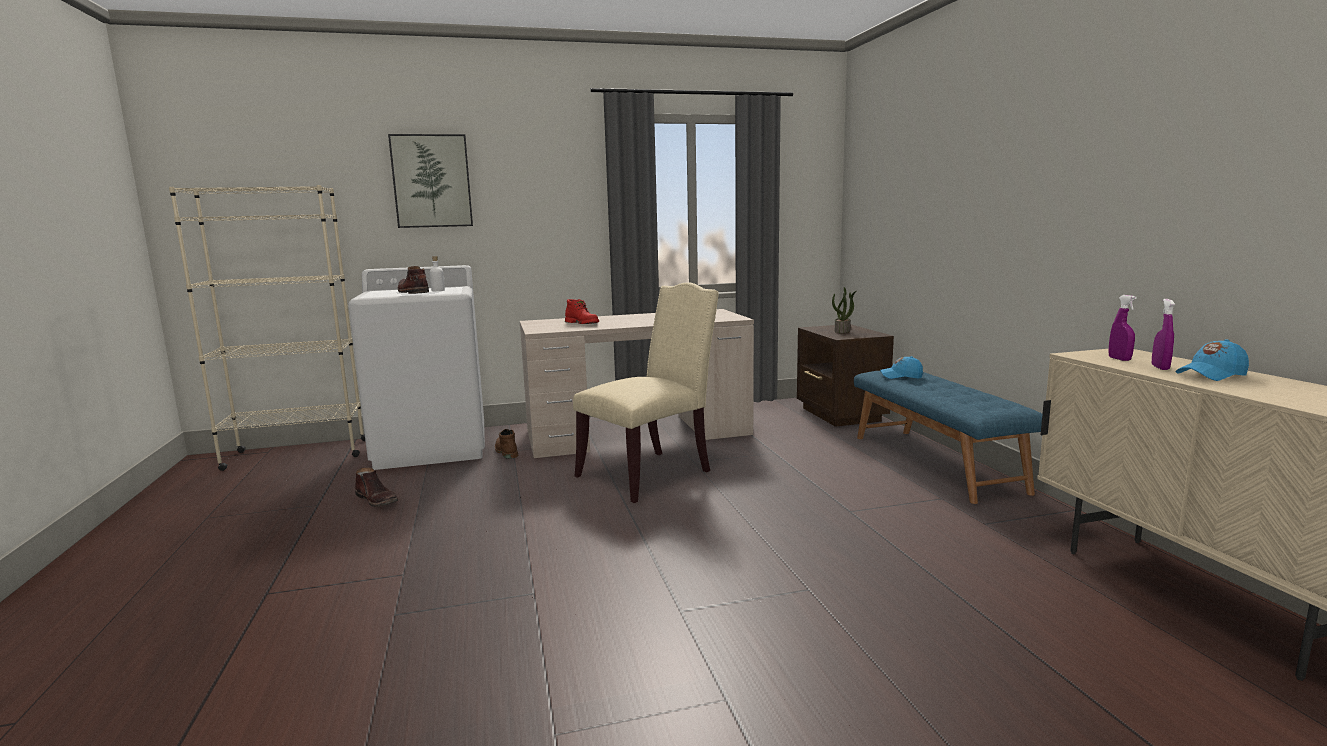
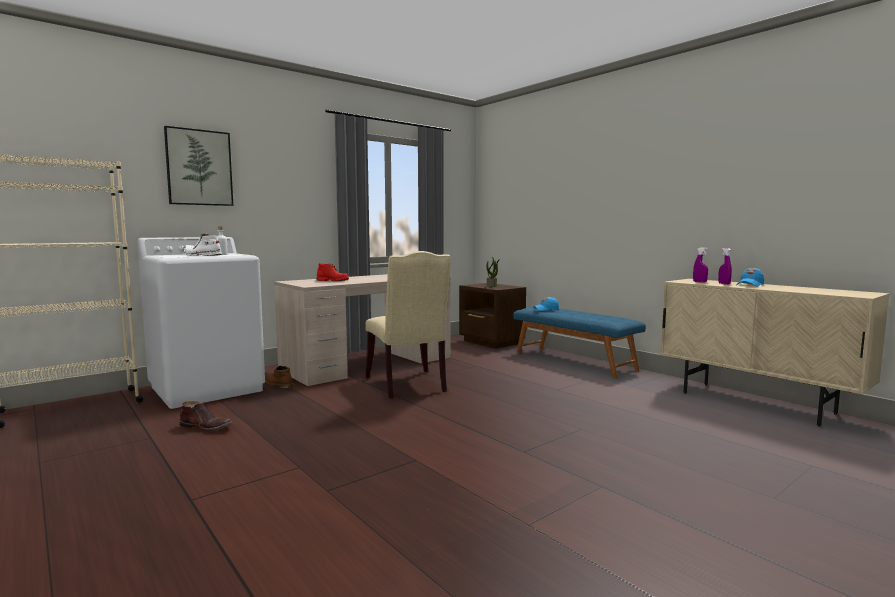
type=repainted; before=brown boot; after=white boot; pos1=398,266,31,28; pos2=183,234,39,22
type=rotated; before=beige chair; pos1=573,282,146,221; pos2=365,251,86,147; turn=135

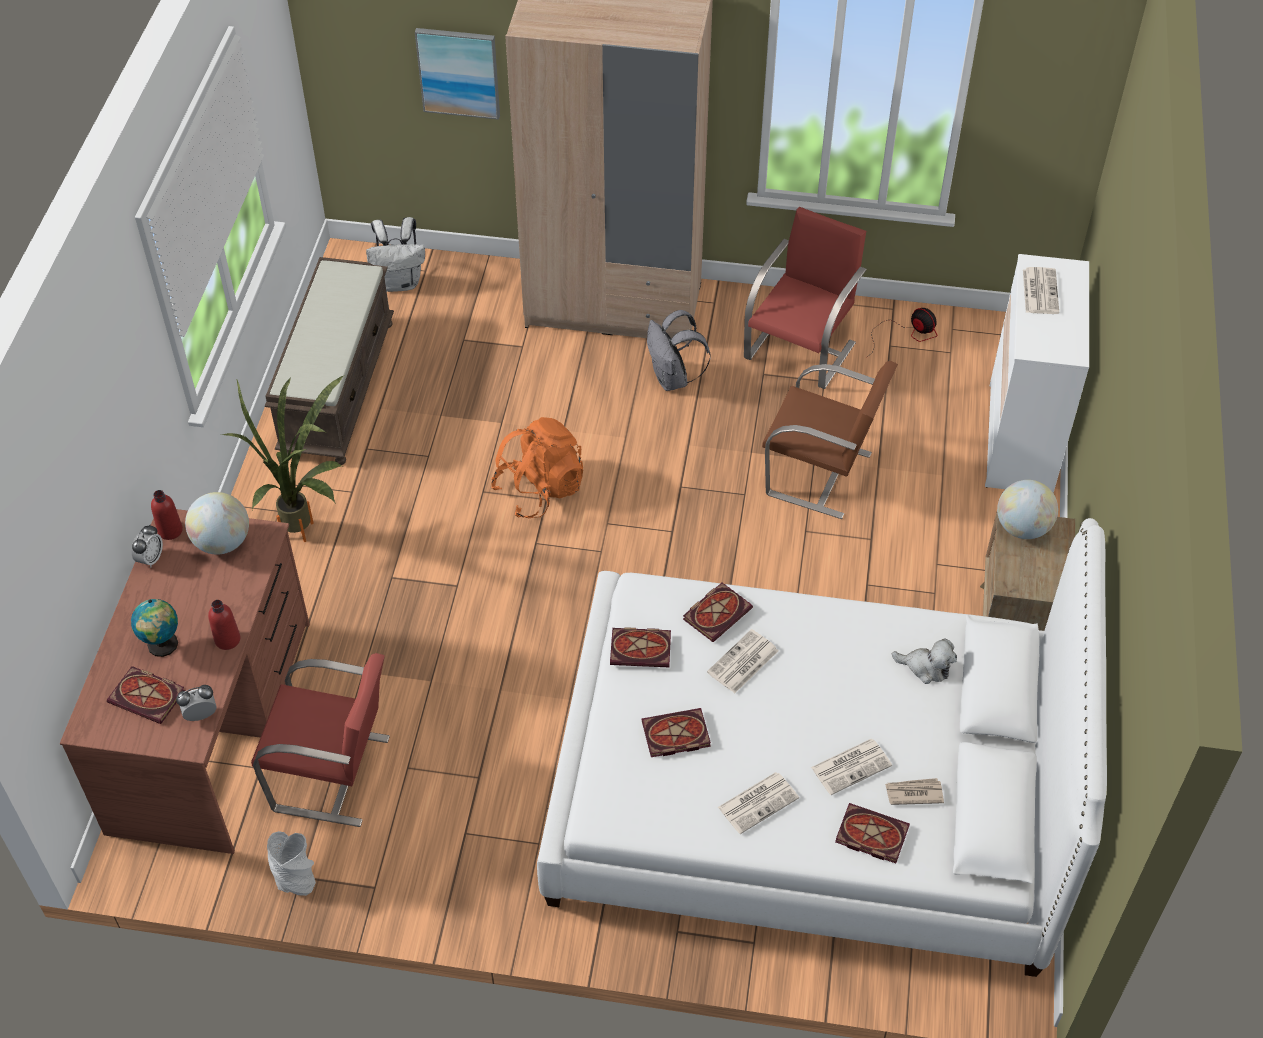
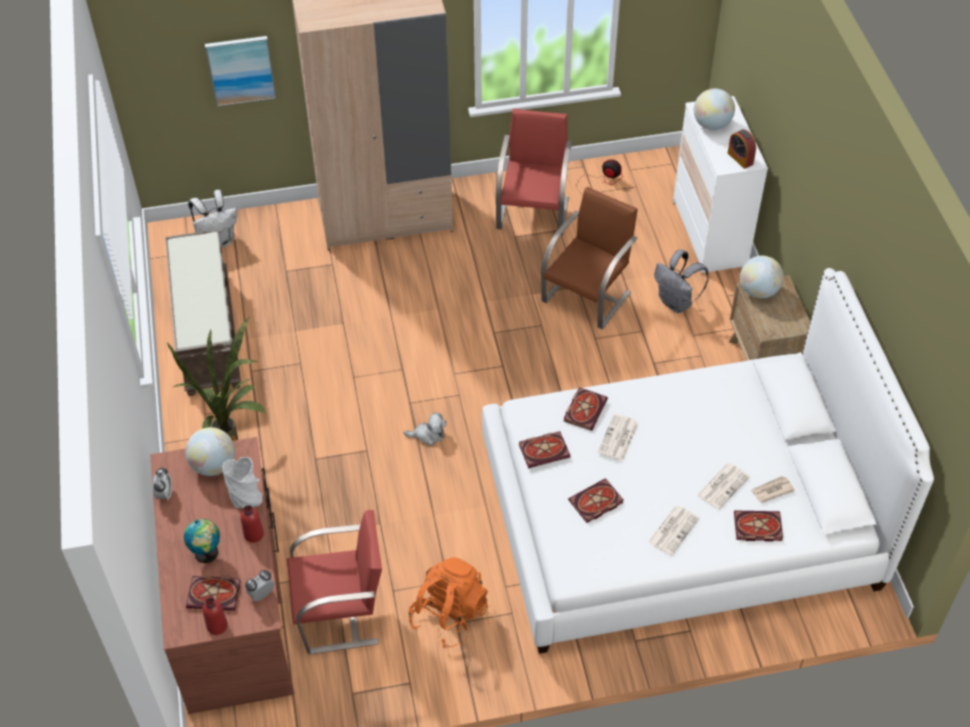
type=shifted; before=red bottle; pos1=151,490,32,50; pos2=202,598,26,37
type=shifted; before=grey vase; pos1=267,831,49,65; pos2=222,457,41,51
type=shifted; before=orange backpack; pos1=491,417,92,101; pos2=409,557,79,91
type=shifted; before=grey backpack; pos1=647,310,63,81; pos2=654,249,55,64
type=rotated; before=brown chair; pos1=762,361,136,158; pos2=541,187,97,142; turn=-60
type=shifted; before=plush toy; pos1=892,638,65,46; pos2=404,412,43,34
type=swapped; before=newspaper; after=globe; pos1=1023,267,36,47; pos2=694,89,41,41
type=new; after=alarm clock; pos2=728,129,28,40

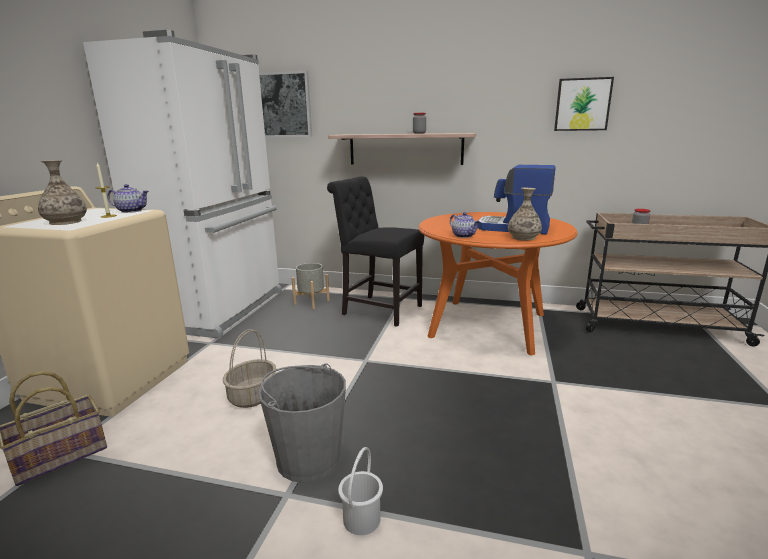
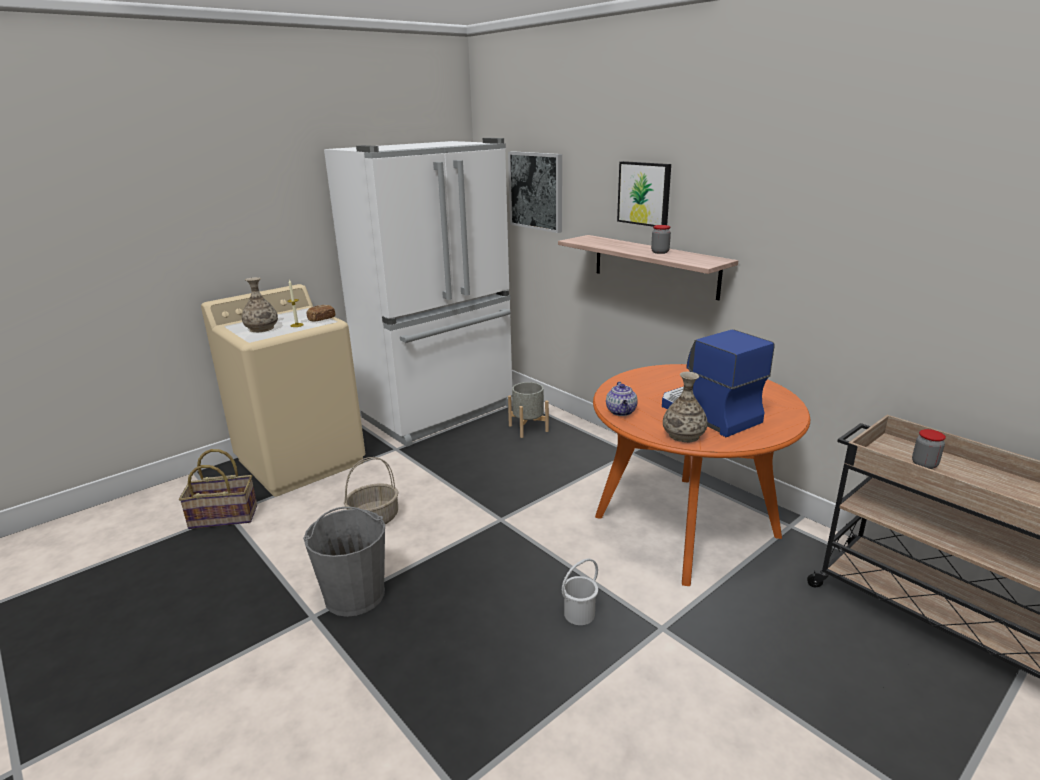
type=swapped; before=teapot; after=bread; pos1=107,184,42,29; pos2=307,305,28,16
type=gone; before=black chair; pos1=327,176,97,151
type=shifted; before=white bucket; pos1=338,447,45,88; pos2=562,559,36,66
type=shifted; before=picture; pos1=554,77,60,54; pos2=617,161,54,66

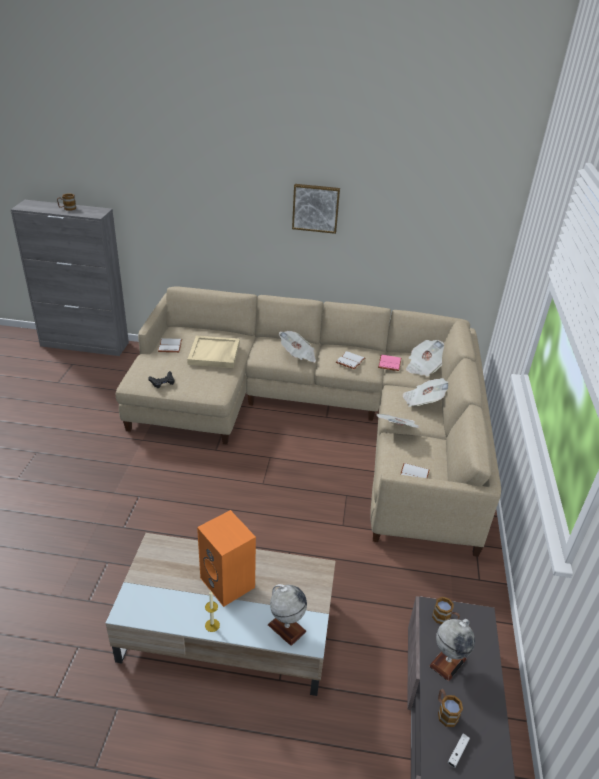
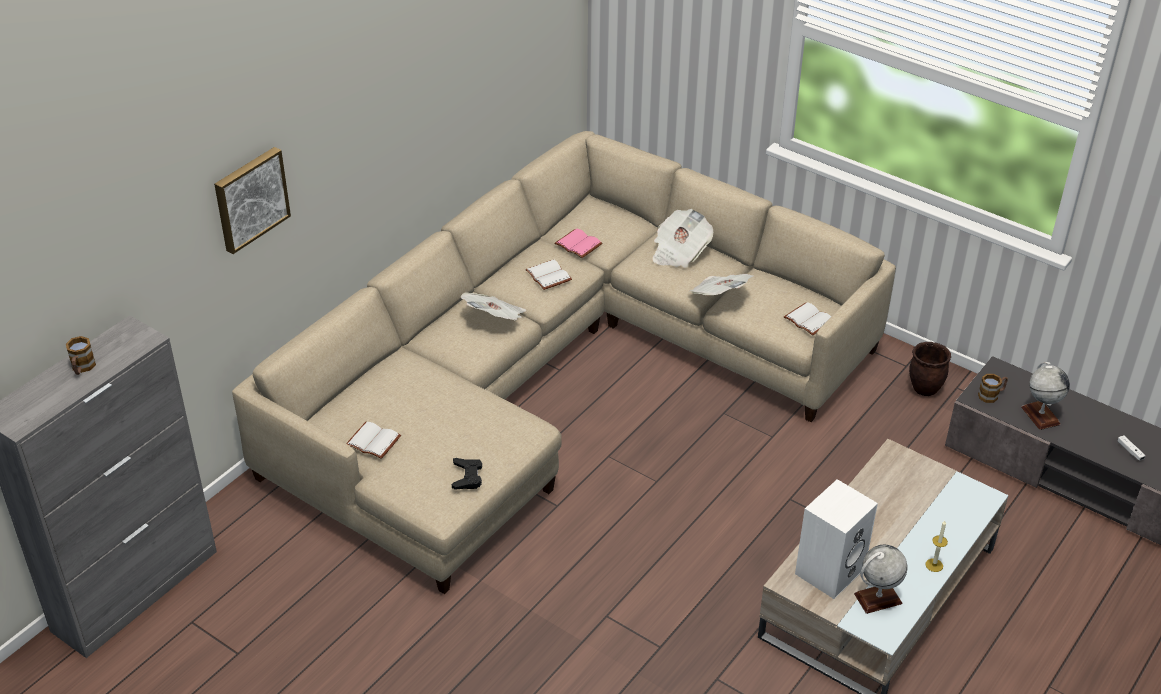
type=gone; before=beige tray; pos1=187,336,53,32
type=gone; before=orange speaker; pos1=197,510,59,97
type=shifted; before=globe; pos1=268,584,39,62; pos2=854,545,54,69
type=shifted; before=picture; pos1=292,184,48,50; pos2=214,147,77,107
type=gone; before=newspaper; pos1=406,340,38,37
type=gone; before=mug; pos1=438,689,25,38
type=new; after=white speaker; pos2=795,479,83,120
type=new; after=brown planter; pos2=909,342,42,54

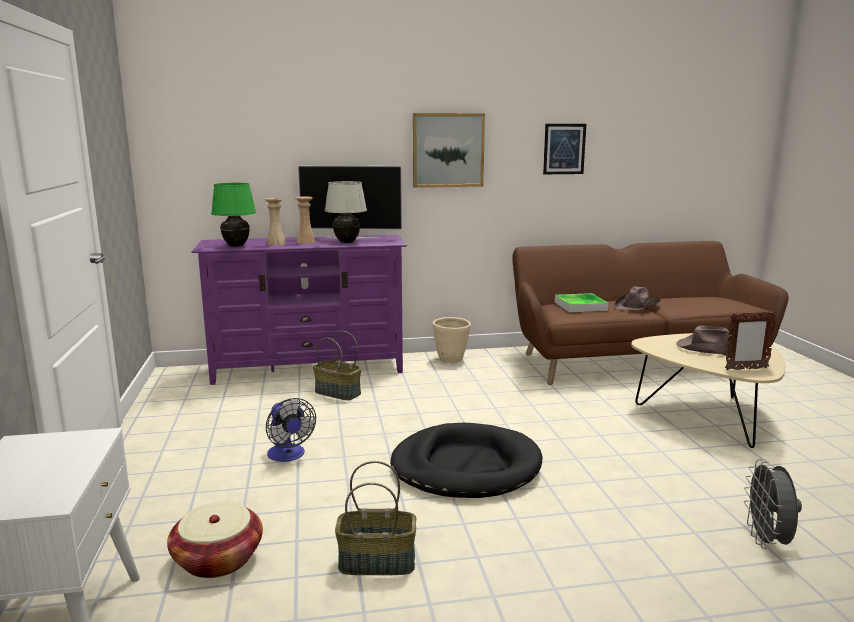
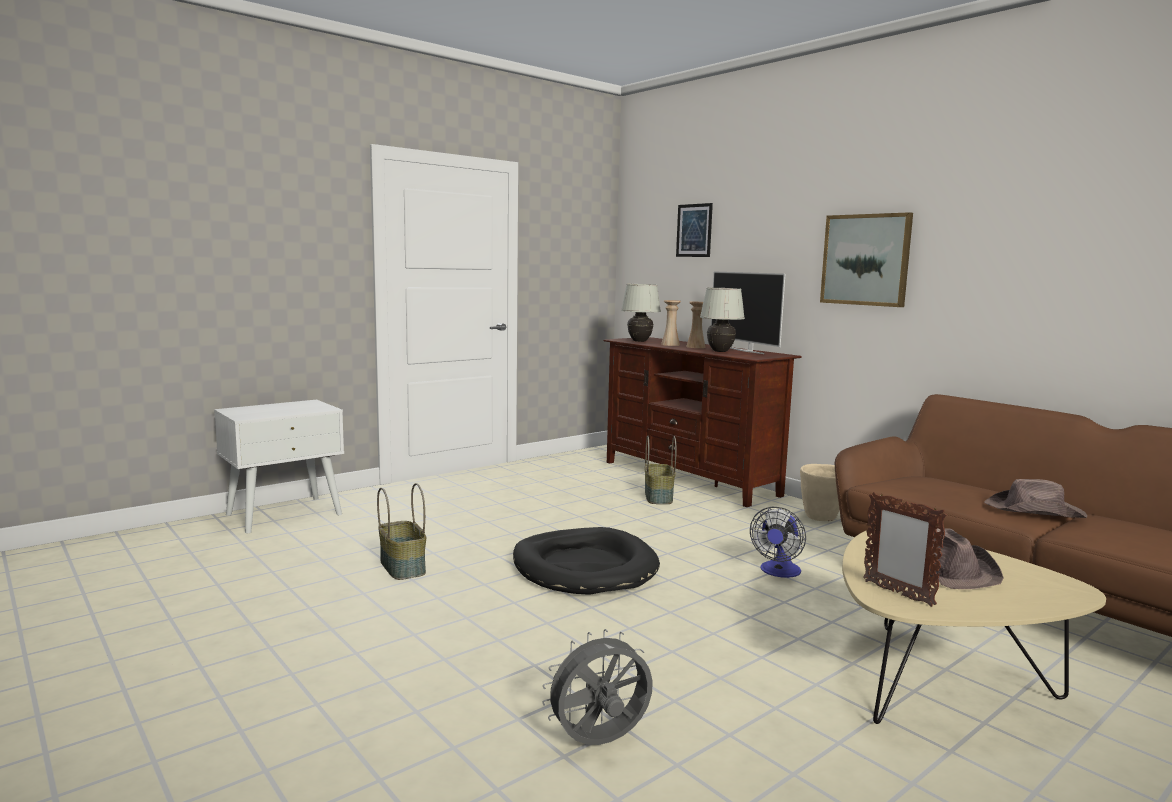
type=gone; before=basket; pos1=167,502,96,76
type=repainted; before=purple tv stand; after=brown tv stand; pos1=191,235,216,150; pos2=603,337,199,170
type=repainted; before=green table lamp; after=white table lamp; pos1=211,183,45,64; pos2=621,284,40,58
type=shifted; before=fan; pos1=266,398,50,64; pos2=750,507,56,71
type=shifted; before=picture; pos1=543,124,43,50; pos2=676,203,37,54
type=gone; before=tray; pos1=555,293,53,20

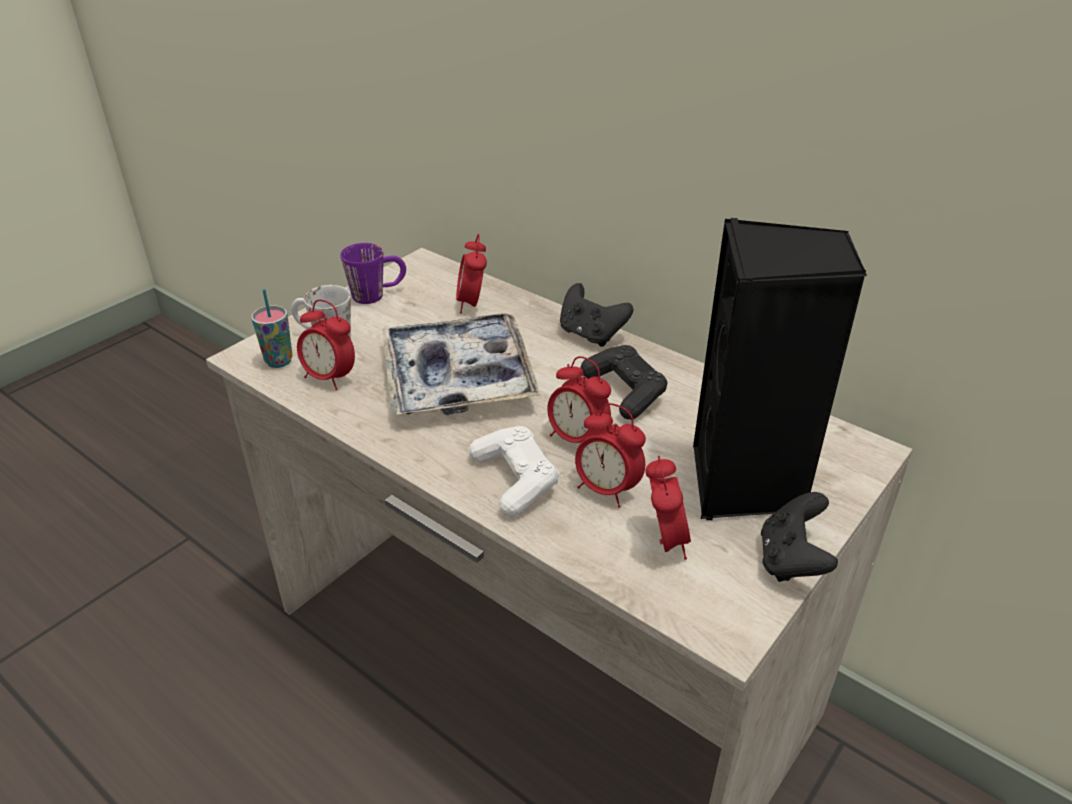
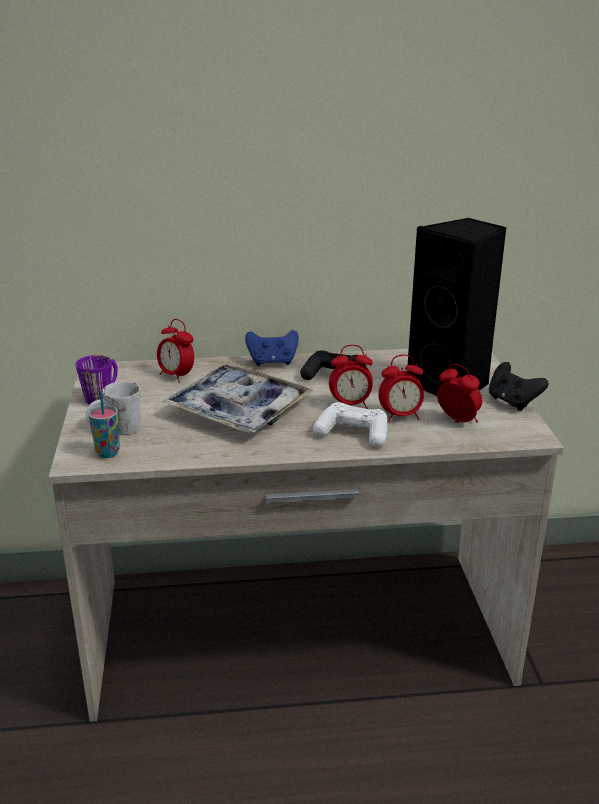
type=gone; before=alarm clock; pos1=297,300,58,90
type=repainted; before=black game controller; after=blue game controller; pos1=560,283,73,64; pos2=245,330,54,36

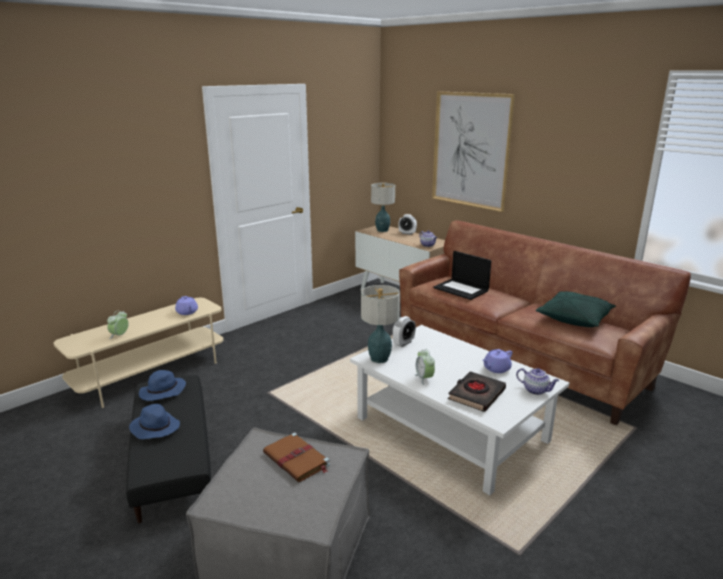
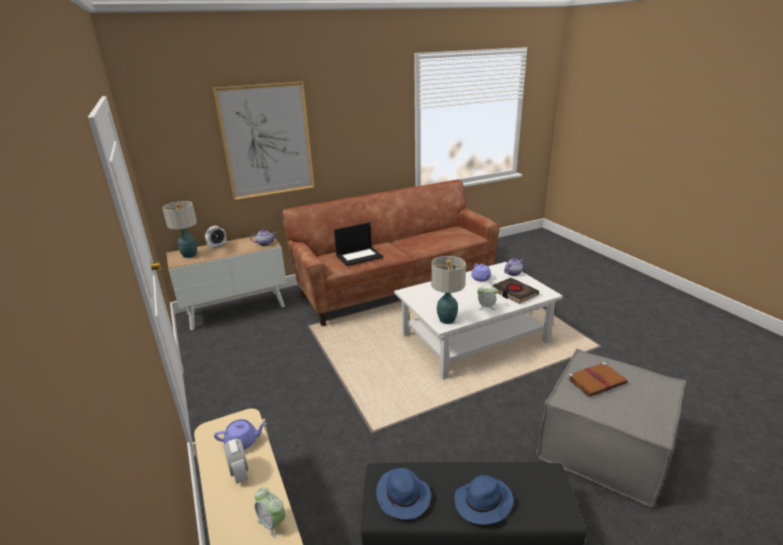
type=shifted; before=alarm clock; pos1=393,316,23,31; pos2=223,439,25,45
type=gone; before=green pillow; pos1=536,291,80,36

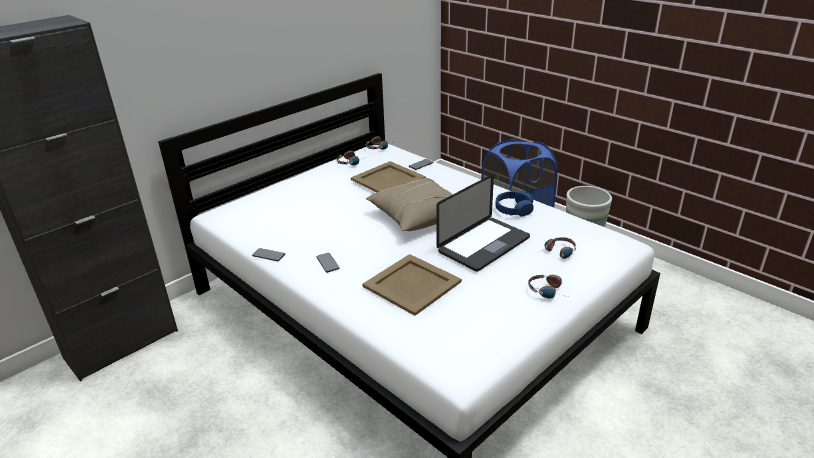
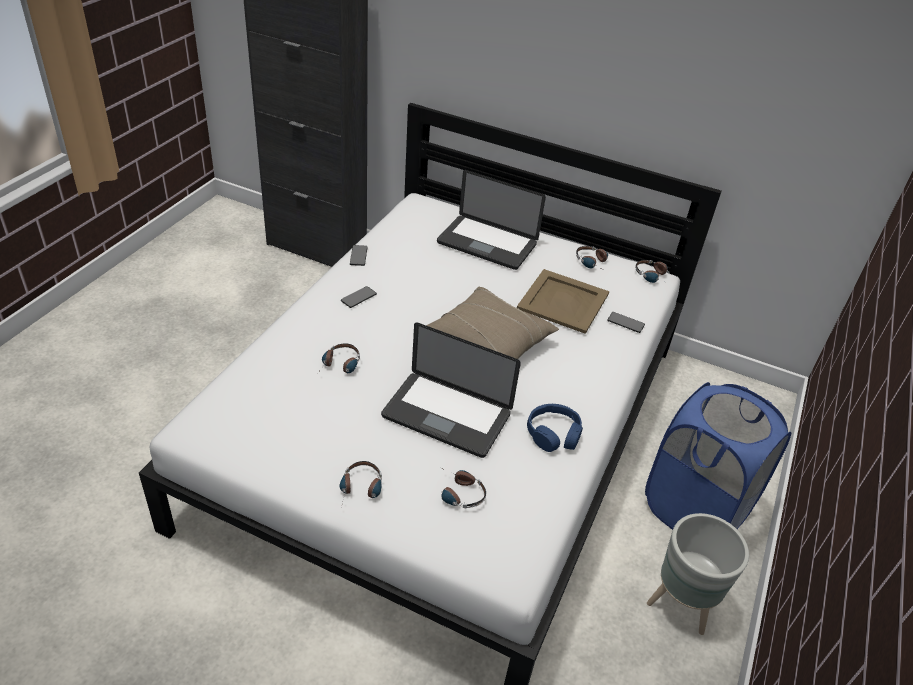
type=swapped; before=beige tray; after=headphones; pos1=362,254,100,62; pos2=318,343,42,30
type=new; after=laptop; pos2=437,170,109,100

